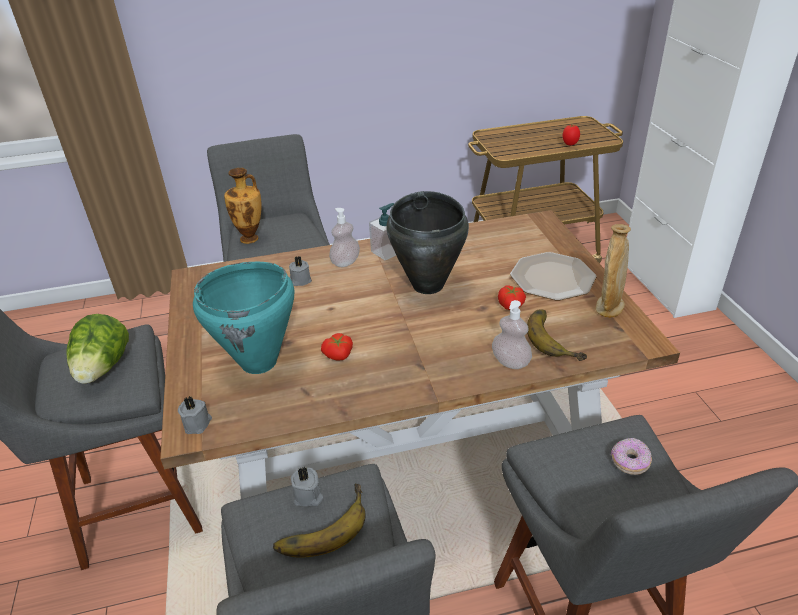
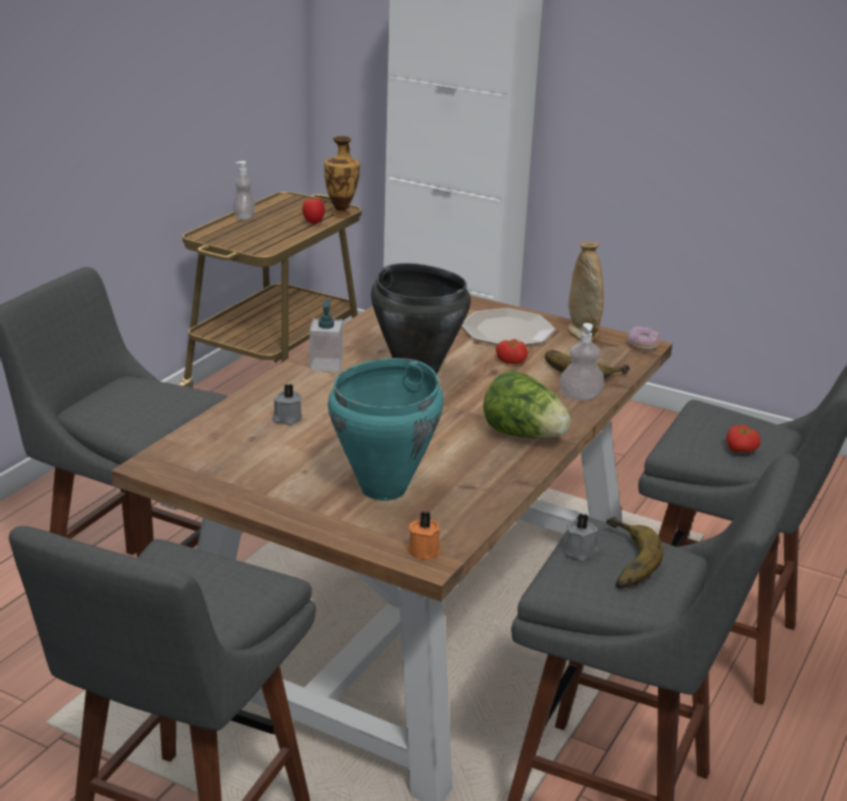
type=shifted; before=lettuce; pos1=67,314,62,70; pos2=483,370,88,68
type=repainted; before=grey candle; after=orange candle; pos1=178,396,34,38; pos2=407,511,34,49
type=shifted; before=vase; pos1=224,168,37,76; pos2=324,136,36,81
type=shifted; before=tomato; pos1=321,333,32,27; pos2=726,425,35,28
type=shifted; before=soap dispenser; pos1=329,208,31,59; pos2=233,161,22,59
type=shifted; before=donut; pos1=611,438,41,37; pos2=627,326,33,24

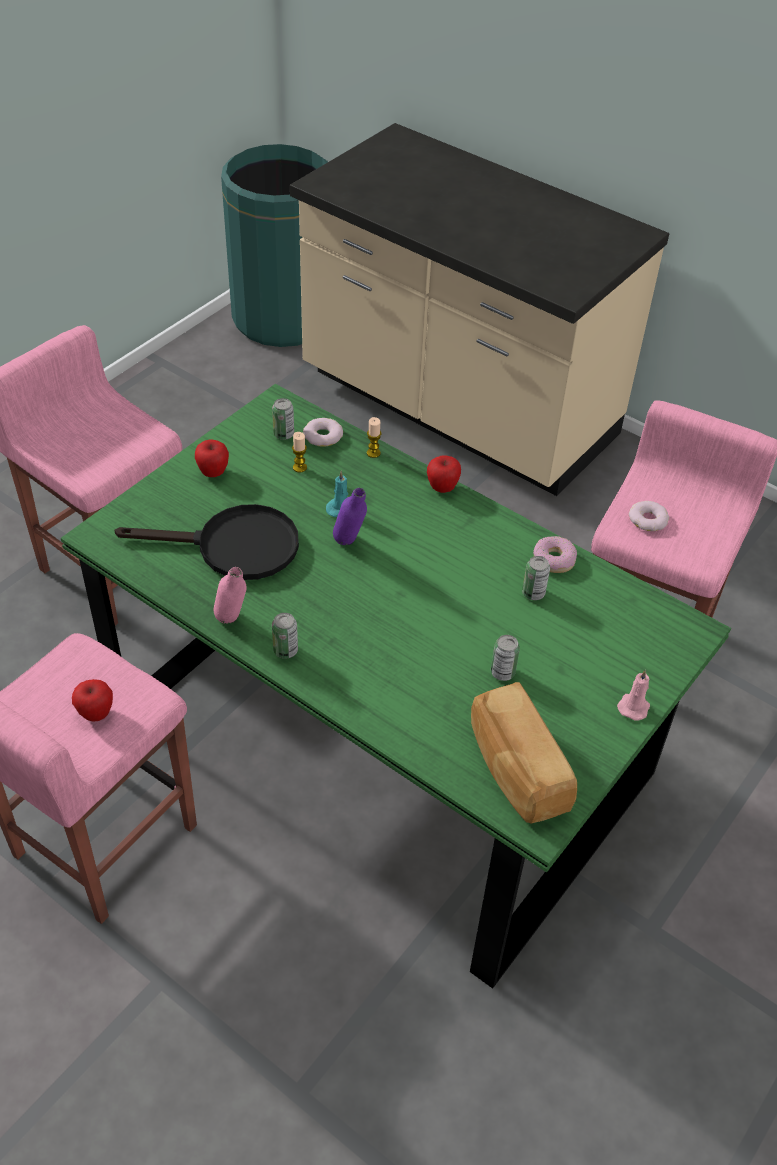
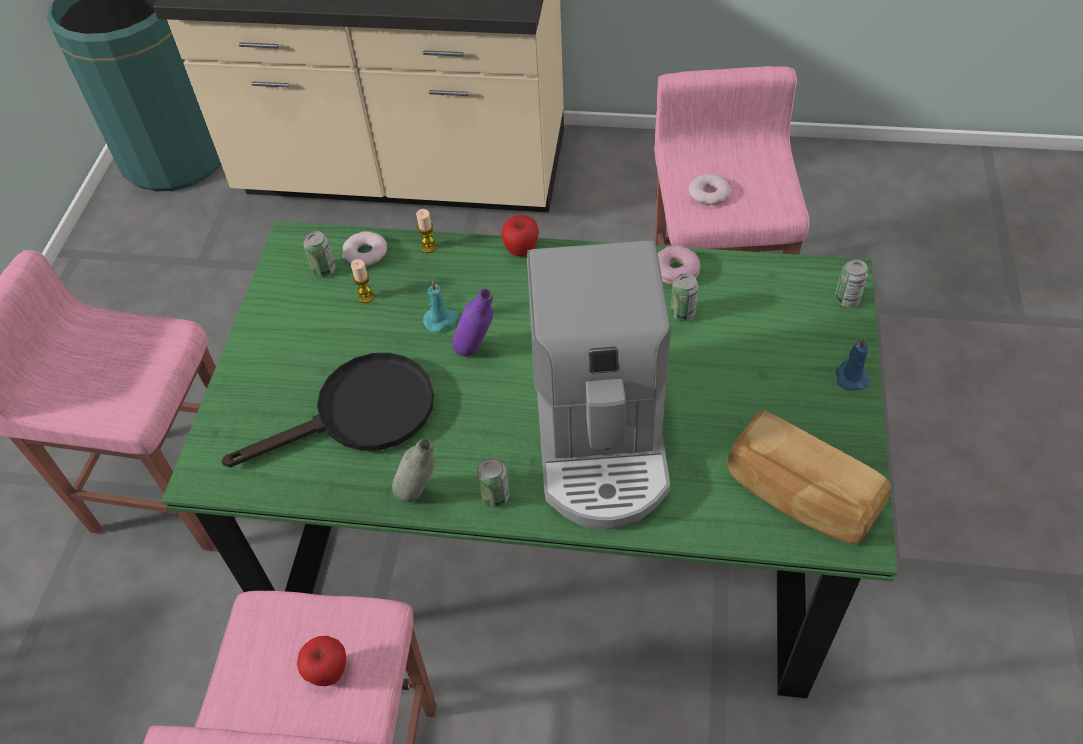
type=gone; before=apple; pos1=195,440,34,37
type=repainted; before=pink bottle; after=grey bottle; pos1=213,567,34,57; pos2=392,438,44,65
type=shifted; before=can; pos1=491,635,29,46; pos2=835,259,33,48
type=repainted; before=pink candle; after=blue candle; pos1=617,670,33,51; pos2=836,337,34,54
type=new; after=coffee machine; pos2=527,241,144,289

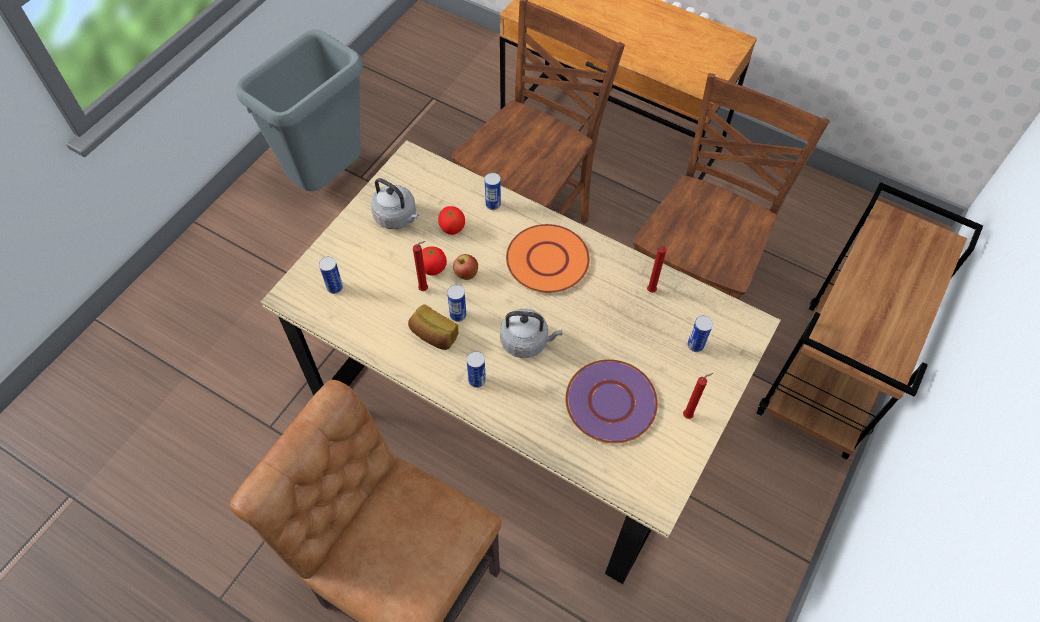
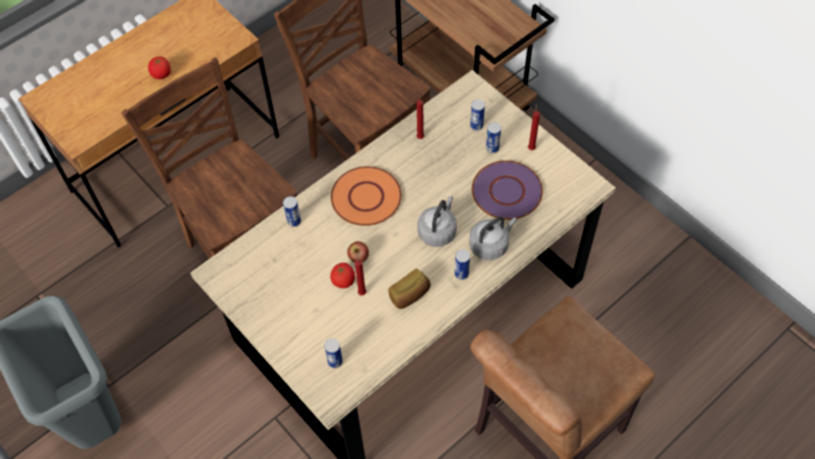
type=shifted; before=grey kettle; pos1=371,178,48,51; pos2=469,217,48,43
type=shifted; before=tomato; pos1=438,206,27,29; pos2=148,56,23,23
type=shifted; before=can; pos1=447,285,19,37; pos2=486,122,15,31

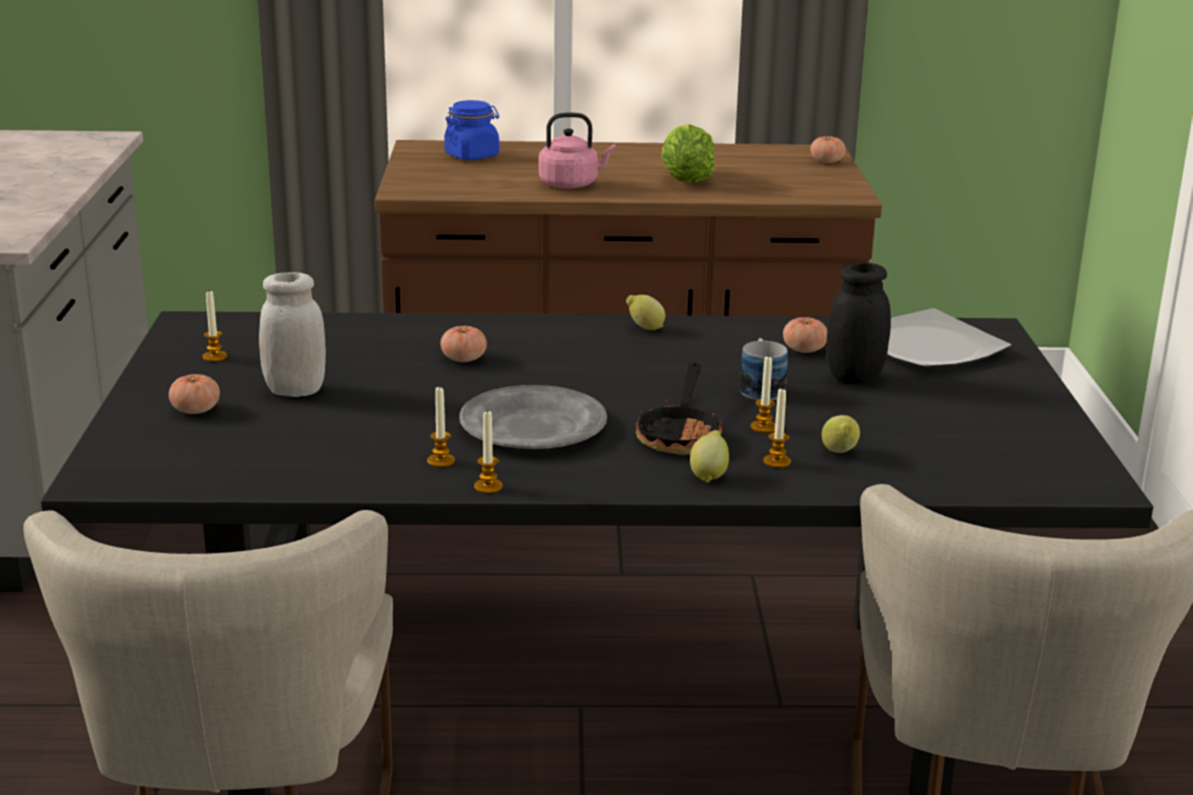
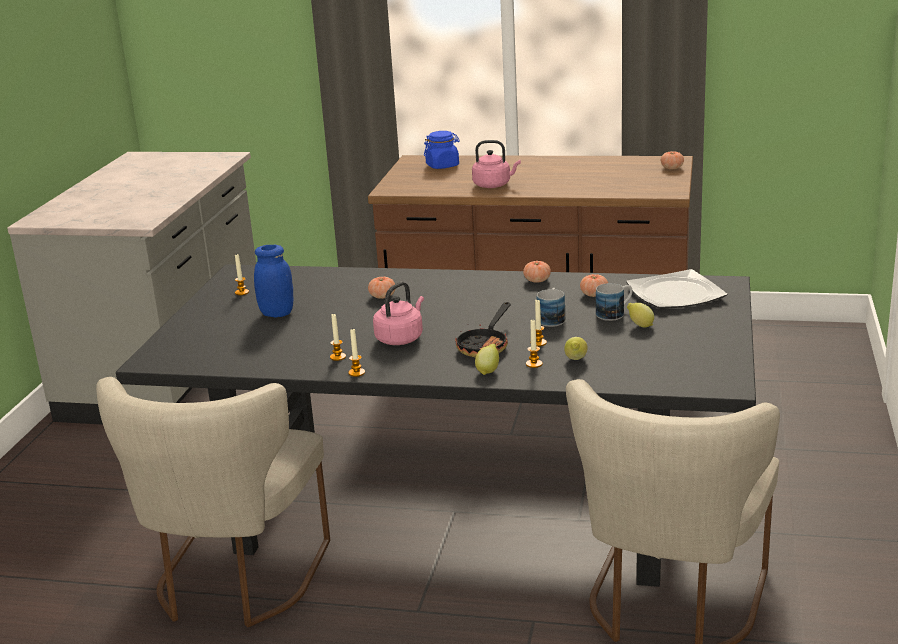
type=shifted; before=tomato; pos1=169,374,51,40; pos2=523,261,28,22
type=repainted; before=white jar; after=blue jar; pos1=259,272,67,125; pos2=254,245,40,72
type=swapped; before=grey plate; after=pink kettle; pos1=459,385,148,64; pos2=373,282,51,63
type=shifted; before=lemon; pos1=626,295,39,35; pos2=627,303,27,24
type=gone; before=lettuce; pos1=661,124,54,59
type=swapped; before=black jar; after=mug; pos1=826,263,65,121; pos2=596,283,36,38

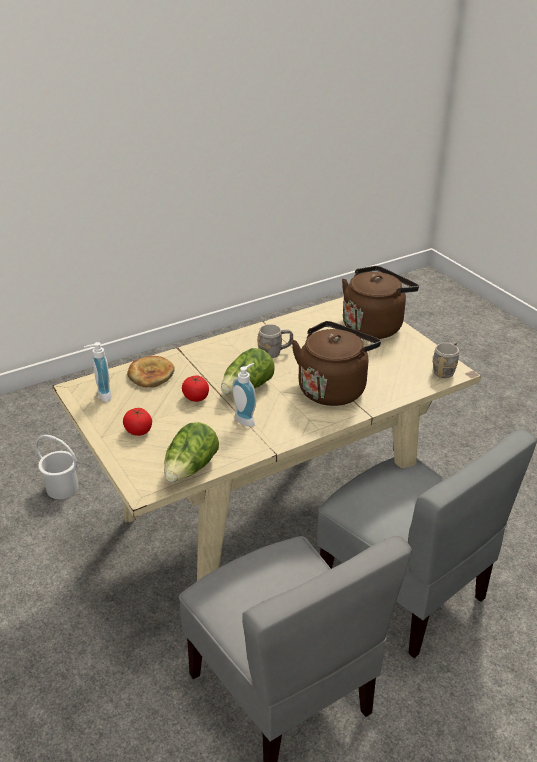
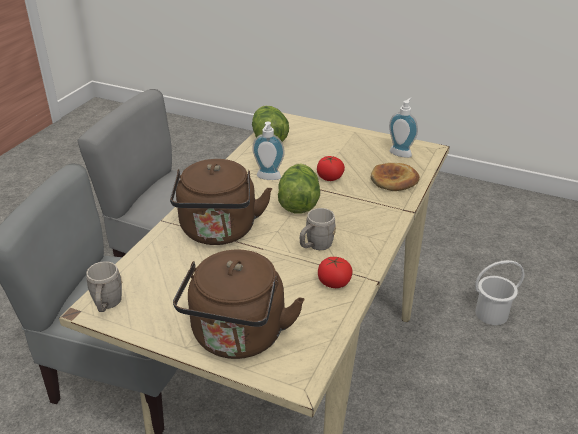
type=shifted; before=tomato; pos1=123,408,29,28; pos2=318,257,34,31

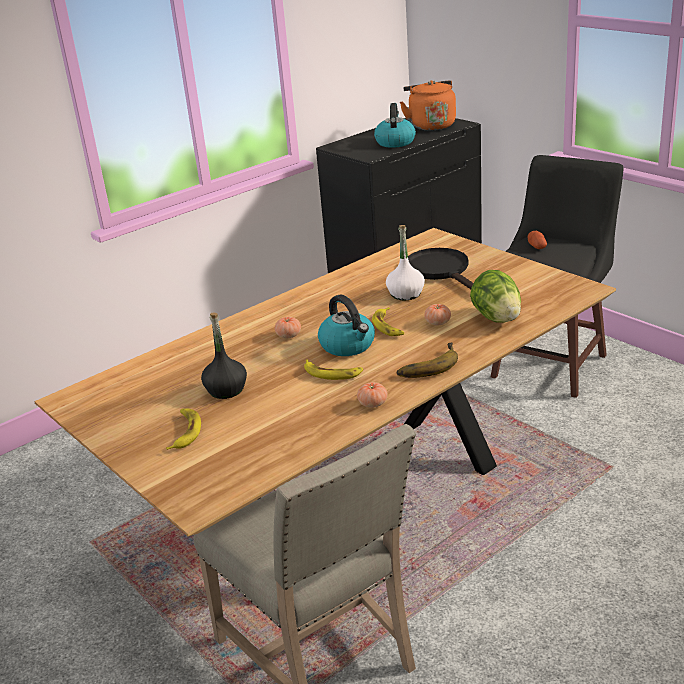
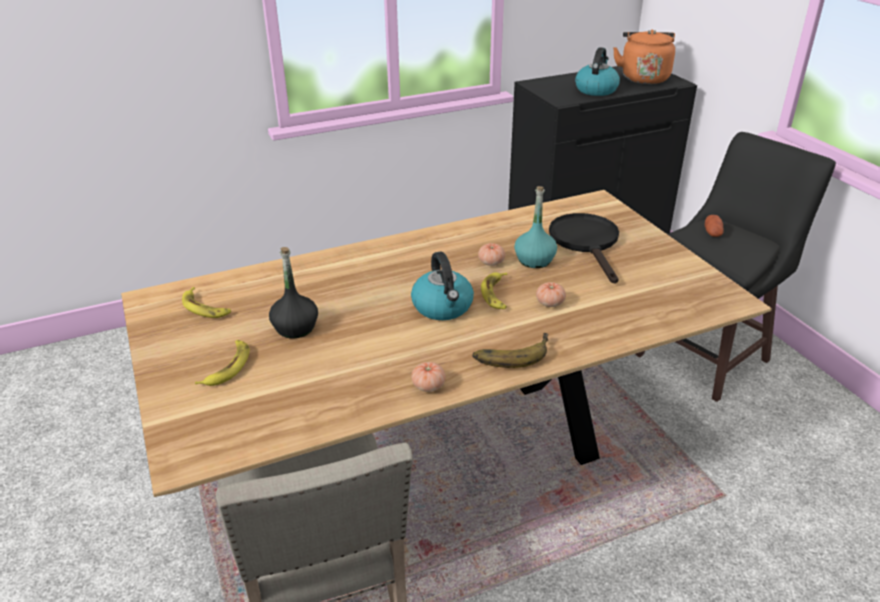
type=shifted; before=tomato; pos1=275,317,26,21; pos2=478,243,27,23
type=shifted; before=banana; pos1=304,359,59,21; pos2=182,287,49,31
type=repainted; before=white bottle; after=turquoise bottle; pos1=386,225,39,75; pos2=514,186,43,82
type=gone; before=lettuce; pos1=470,270,51,53

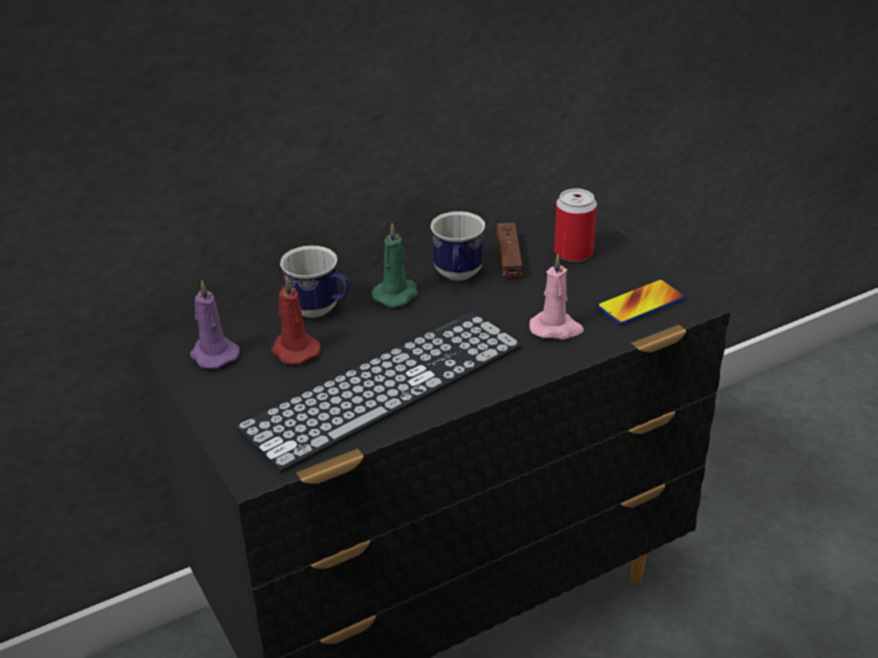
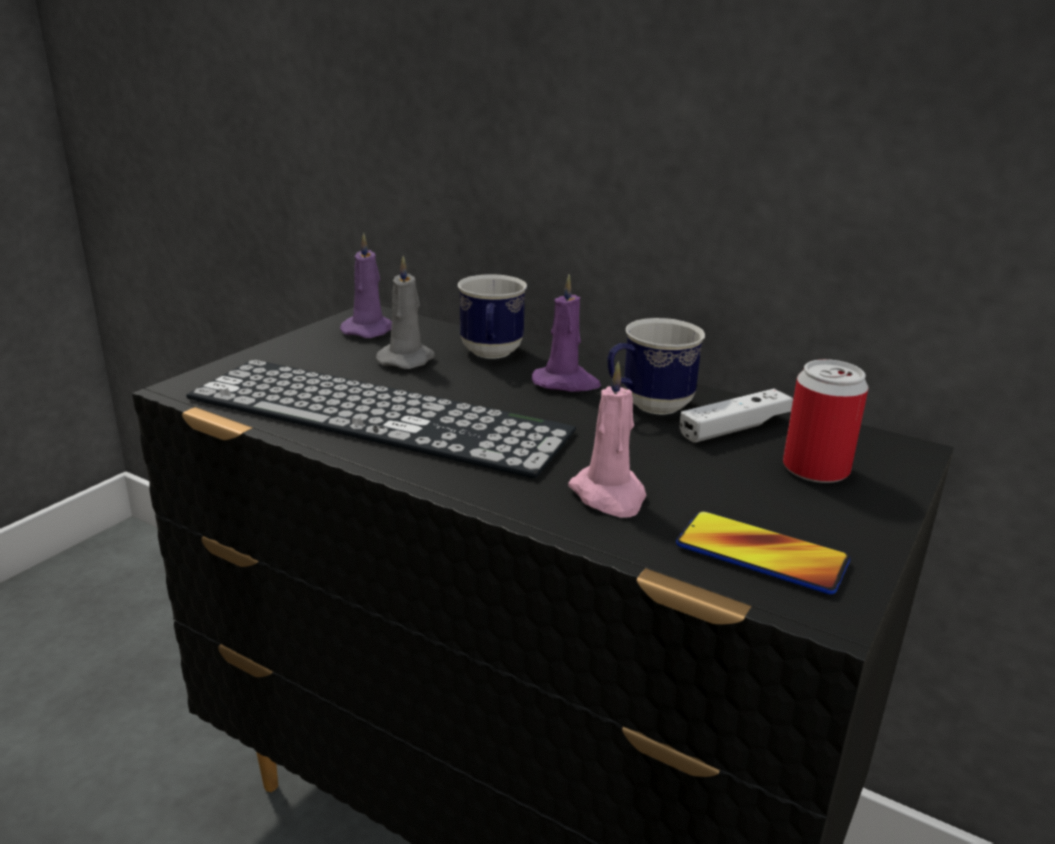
type=repainted; before=red candle; after=grey candle; pos1=271,276,50,89; pos2=376,256,59,113
type=repainted; before=green candle; after=purple candle; pos1=371,223,47,84; pos2=532,274,69,118
type=repainted; before=brown game controller; after=white game controller; pos1=496,223,26,56; pos2=679,389,114,54

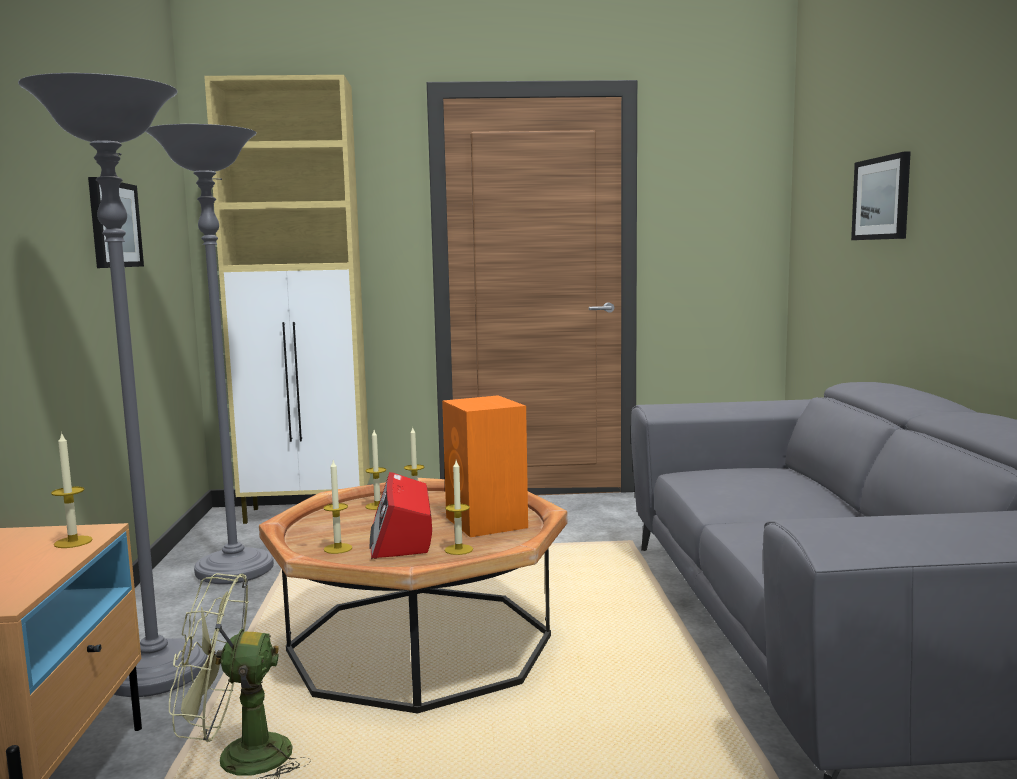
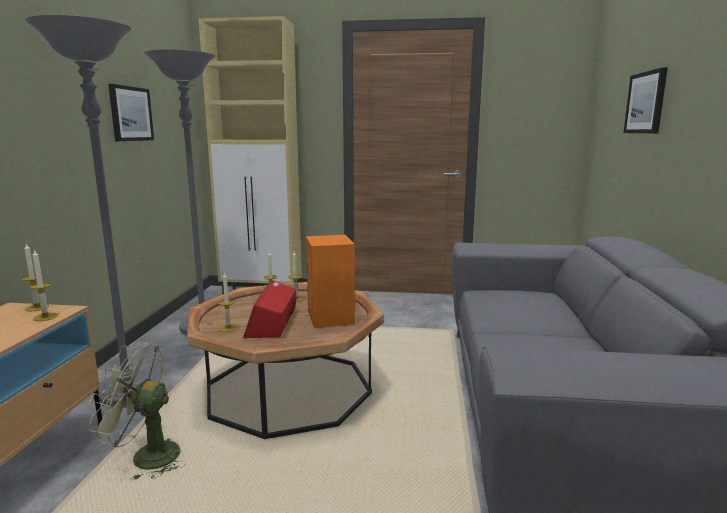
type=shifted; before=candle; pos1=445,461,28,94; pos2=22,244,27,67

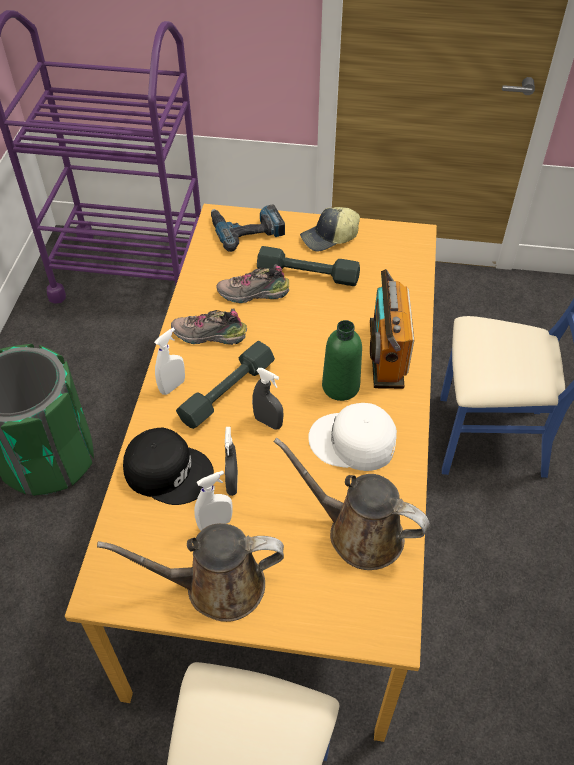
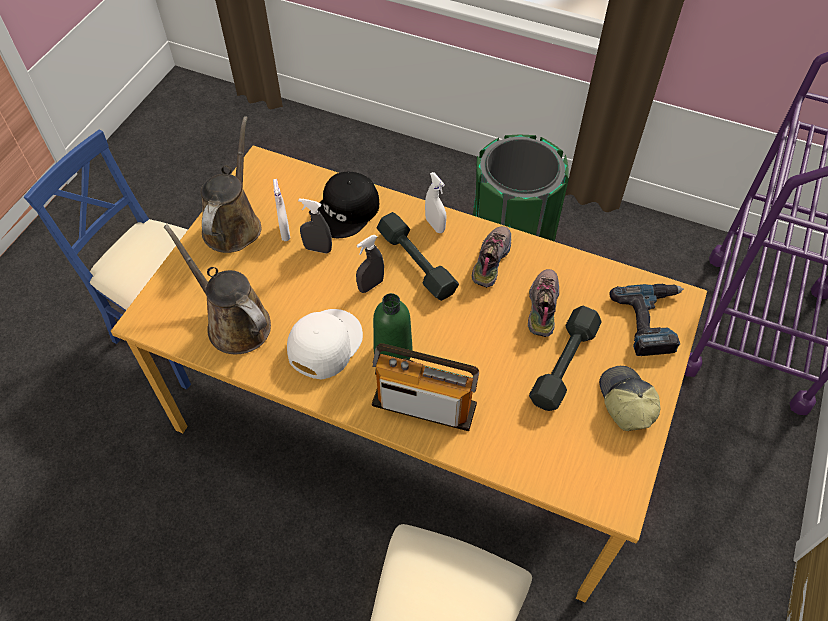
type=rotated; before=brown watering can; pos1=273,437,157,133; pos2=164,224,107,130; turn=-90

